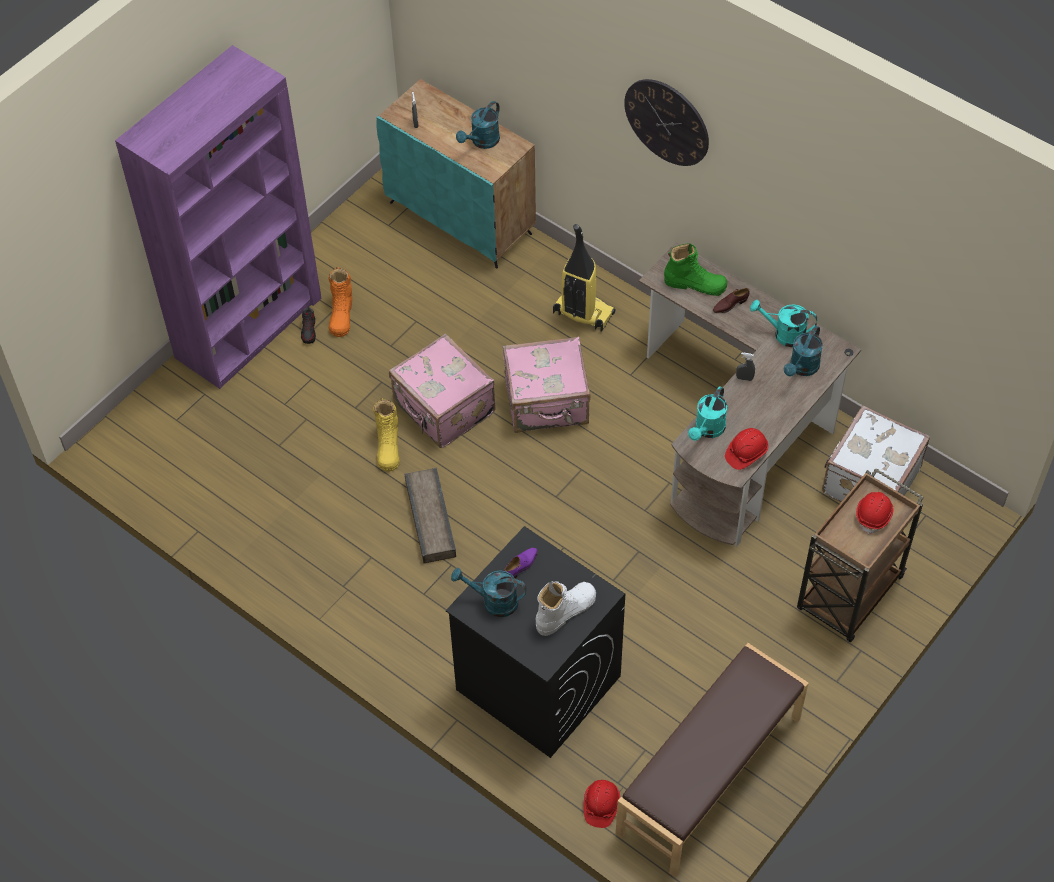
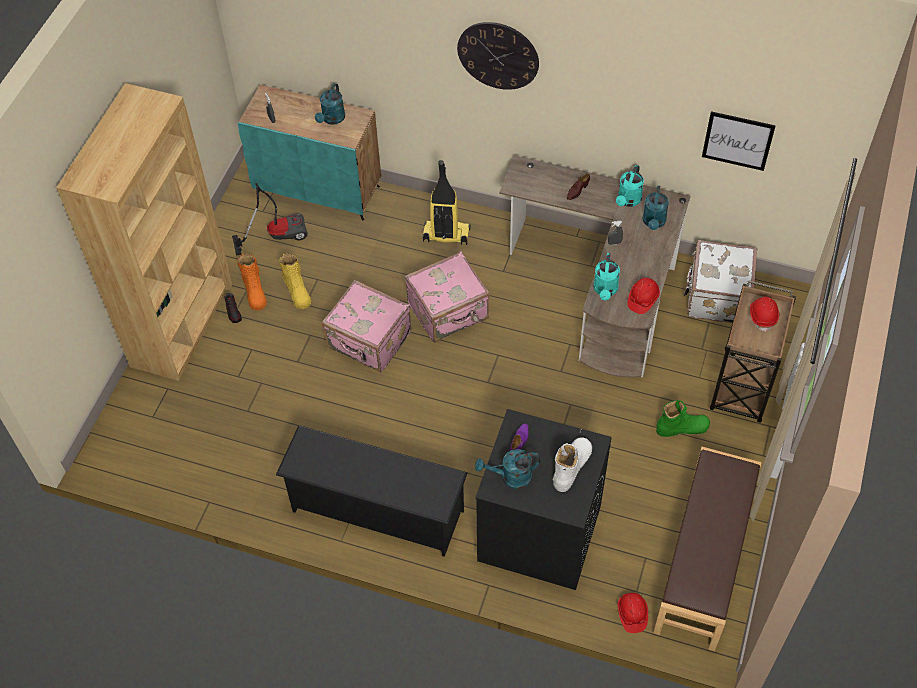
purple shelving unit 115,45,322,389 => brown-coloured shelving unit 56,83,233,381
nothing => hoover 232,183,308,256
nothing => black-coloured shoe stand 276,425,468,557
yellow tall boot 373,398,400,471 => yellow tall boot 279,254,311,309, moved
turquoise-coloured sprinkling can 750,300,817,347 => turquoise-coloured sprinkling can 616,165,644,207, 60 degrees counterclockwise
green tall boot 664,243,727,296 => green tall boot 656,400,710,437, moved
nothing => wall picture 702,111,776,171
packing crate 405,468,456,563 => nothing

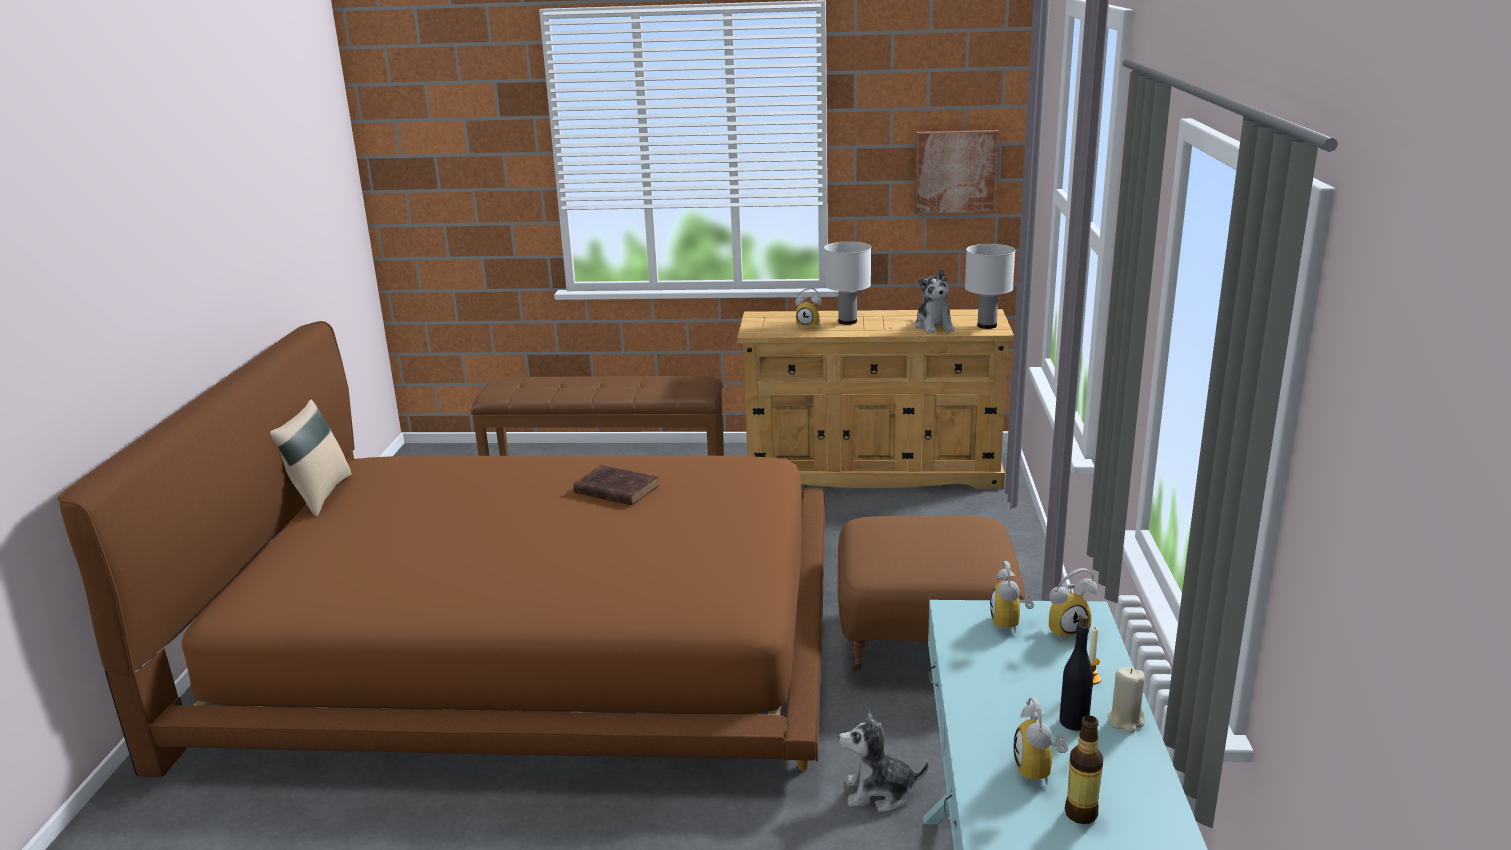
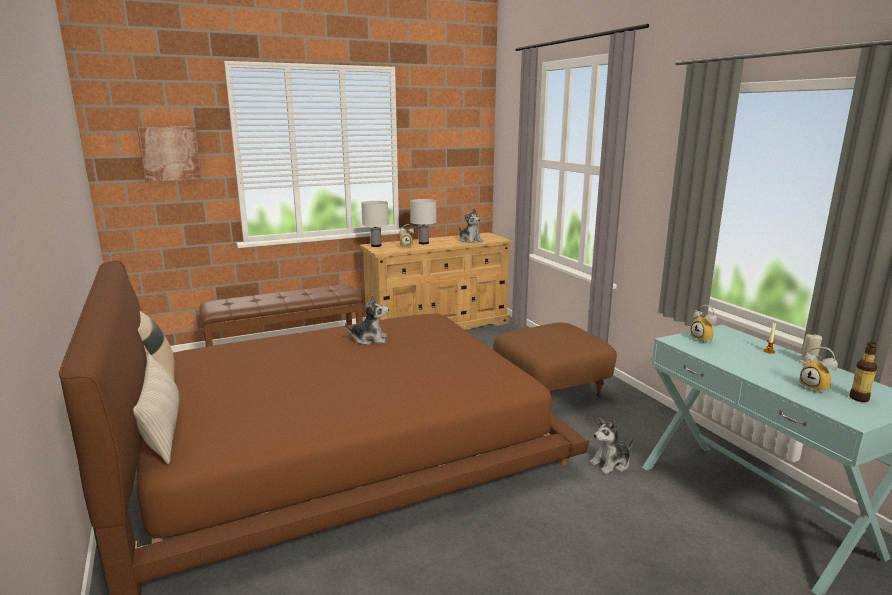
nothing => beige pillow 133,354,179,464
wall picture 914,130,999,214 => wall picture 137,127,202,182, moved
brown-coloured volume 574,465,659,506 => plush toy 345,295,389,345
white-coloured table lamp 965,244,1015,329 => white-coloured table lamp 361,201,389,247, moved
bedside clock 1049,568,1098,640 => nothing
black-coloured bottle 1059,614,1093,731 => nothing

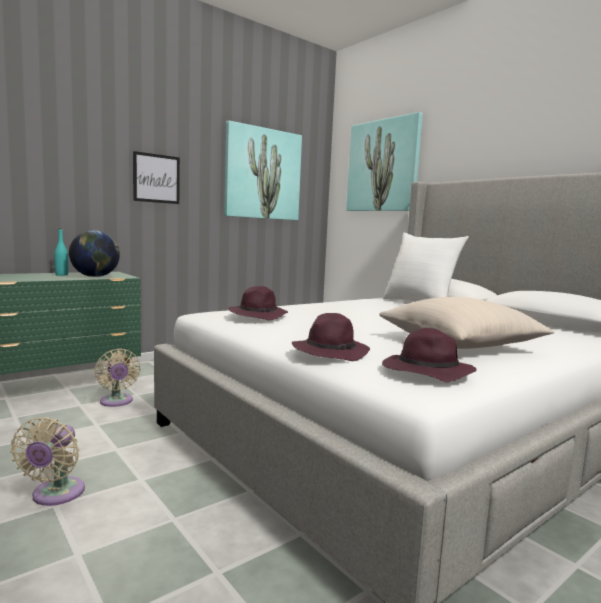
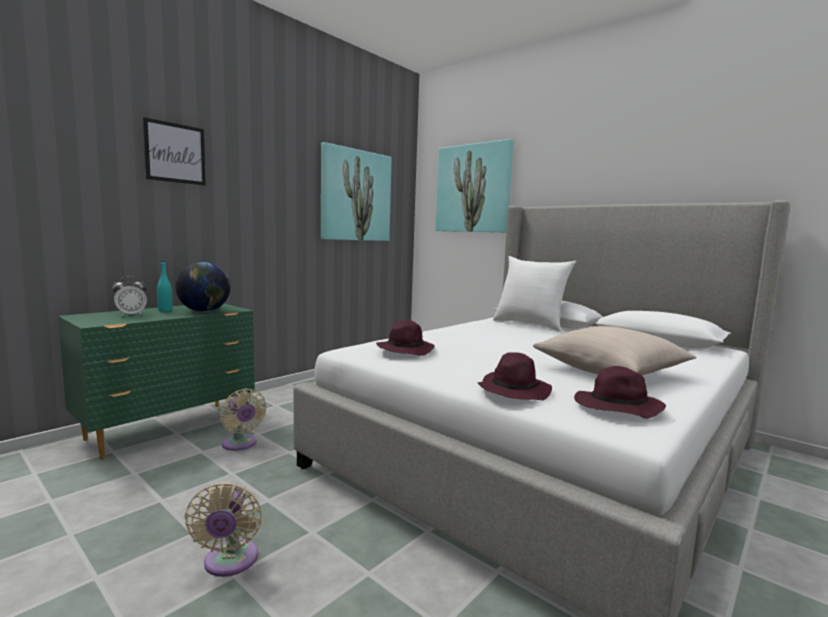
nothing => bedside clock 112,276,147,316
wall picture 133,151,180,204 => wall picture 143,117,206,185, moved

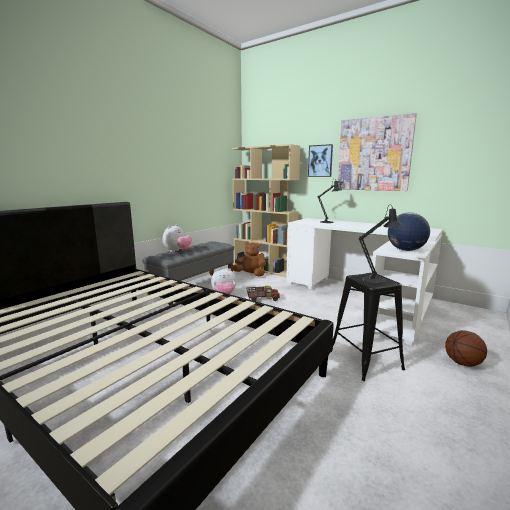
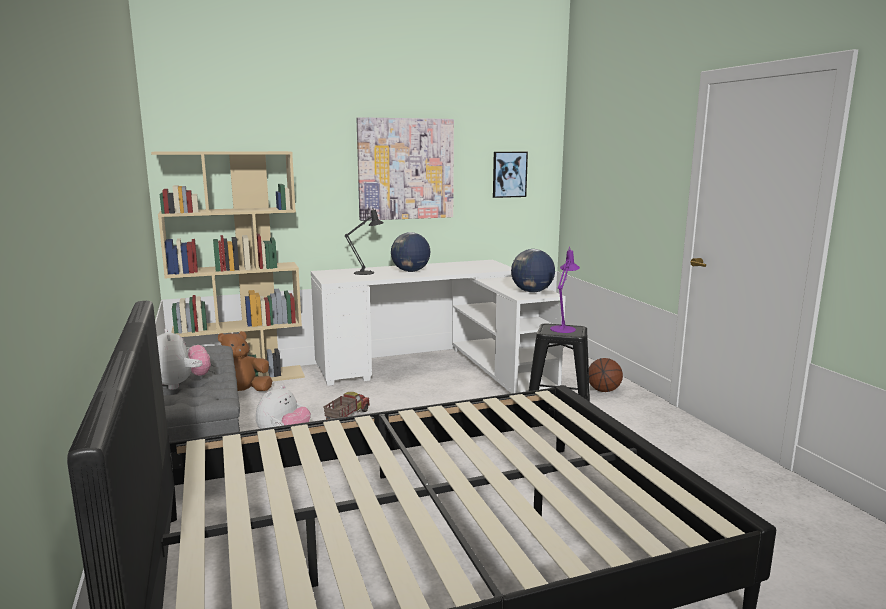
nothing => world globe 391,232,430,272
wall picture 308,144,333,177 => wall picture 493,152,528,198, moved
black-coloured table lamp 359,205,403,283 => purple table lamp 550,249,580,333

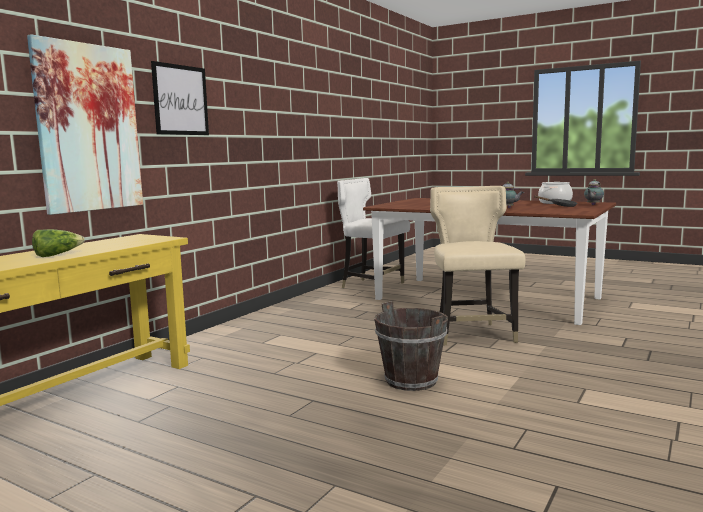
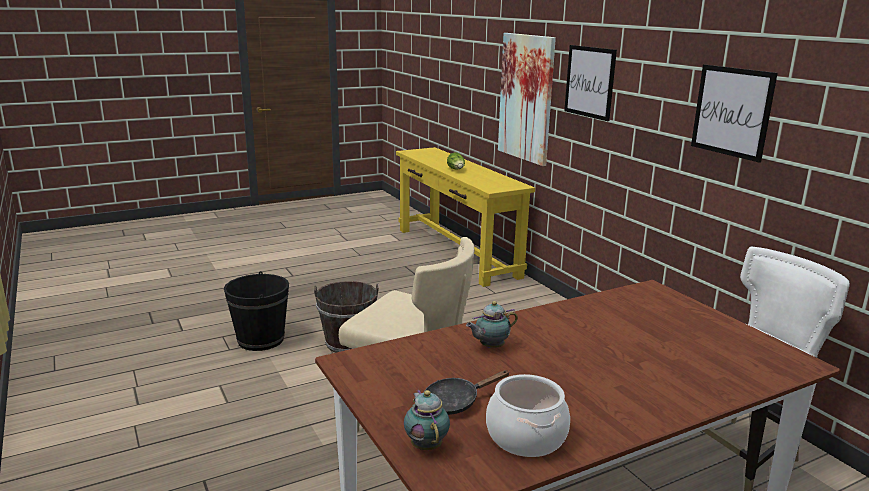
nothing => black-coloured bucket 224,271,289,351
nothing => wall picture 691,64,778,163

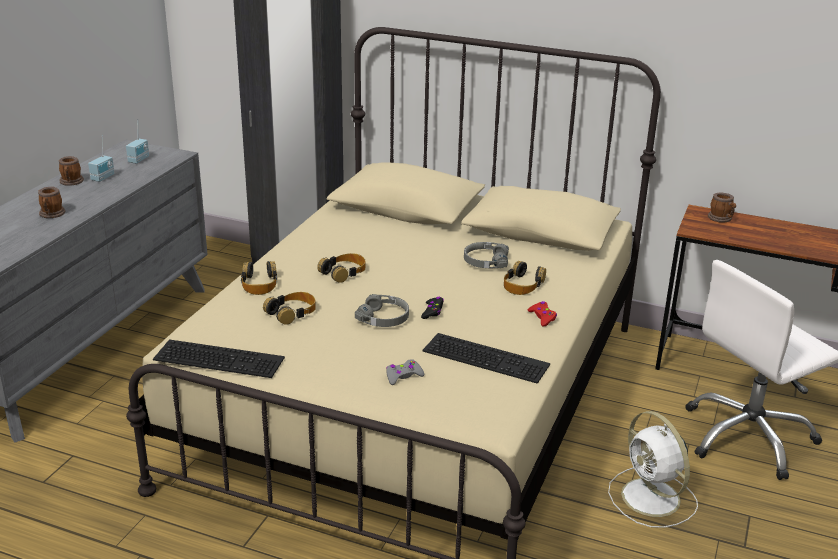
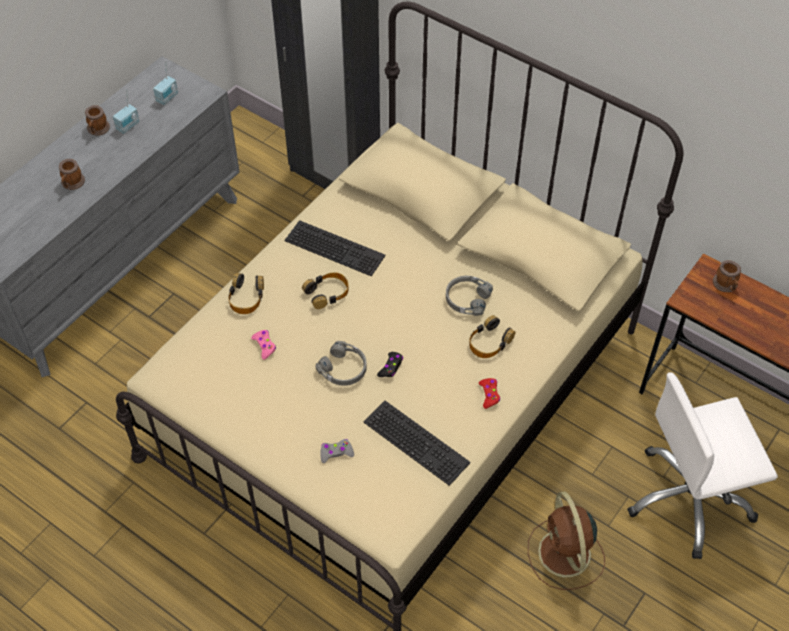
headset 263,292,315,325 => pink-coloured joypad 251,330,276,360
keyboard 153,339,285,378 => keyboard 285,220,385,277, moved
white-coloured fan 608,411,698,528 => brown-coloured fan 528,492,605,590

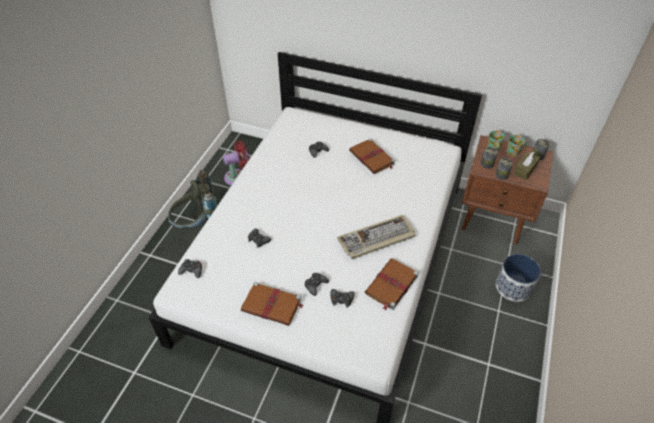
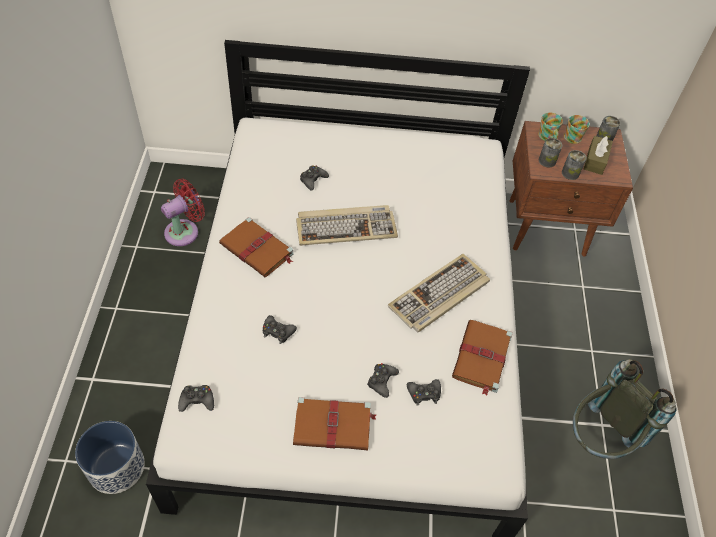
planter 496,254,541,302 => planter 75,421,145,494, moved
brown-coloured volume 349,138,395,174 => brown-coloured volume 219,217,294,277, moved
nothing => keyboard 296,205,398,246
gray rucksack 168,170,218,229 => gray rucksack 573,359,677,459, moved

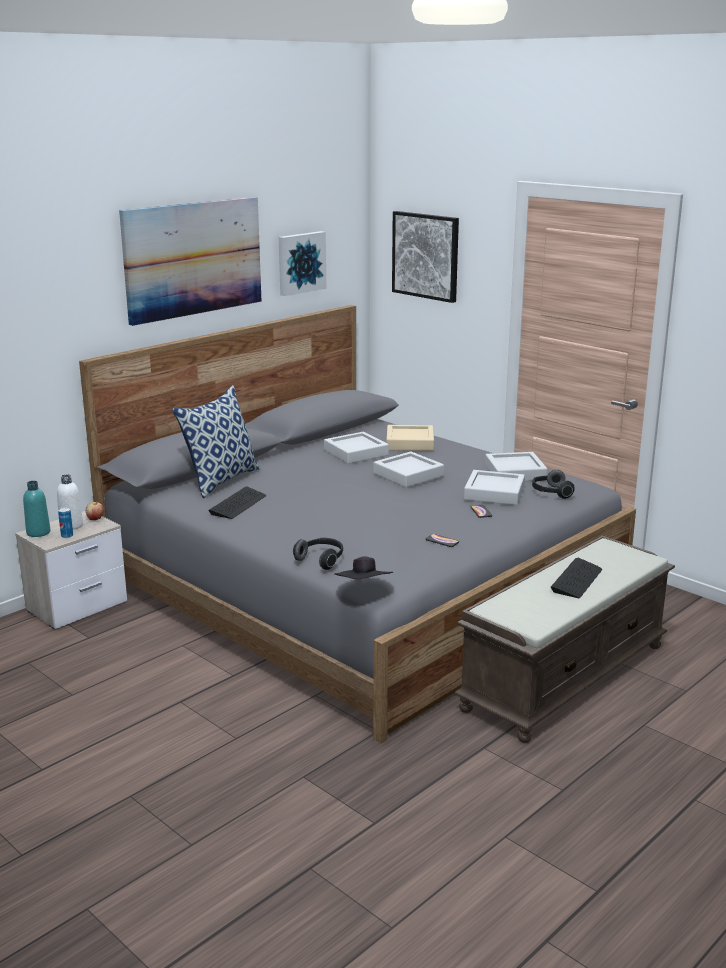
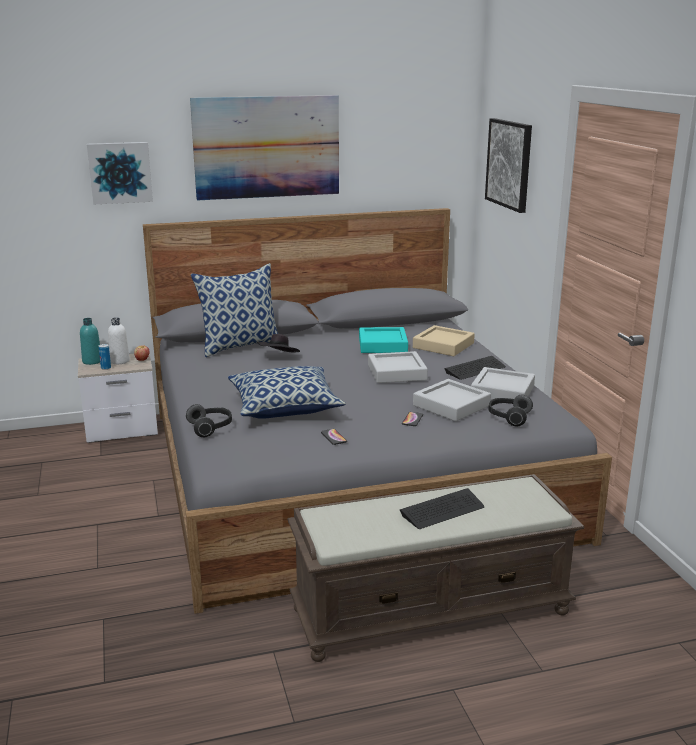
wall picture 279,231,326,296 => wall picture 87,142,153,205, moved
nothing => pillow 228,366,346,419
black-coloured hat 335,557,393,579 => black-coloured hat 257,334,300,353, moved
gray carrying tray 324,432,389,464 => turquoise-coloured carrying tray 359,327,408,353
keyboard 208,486,266,519 => keyboard 444,356,506,380, moved

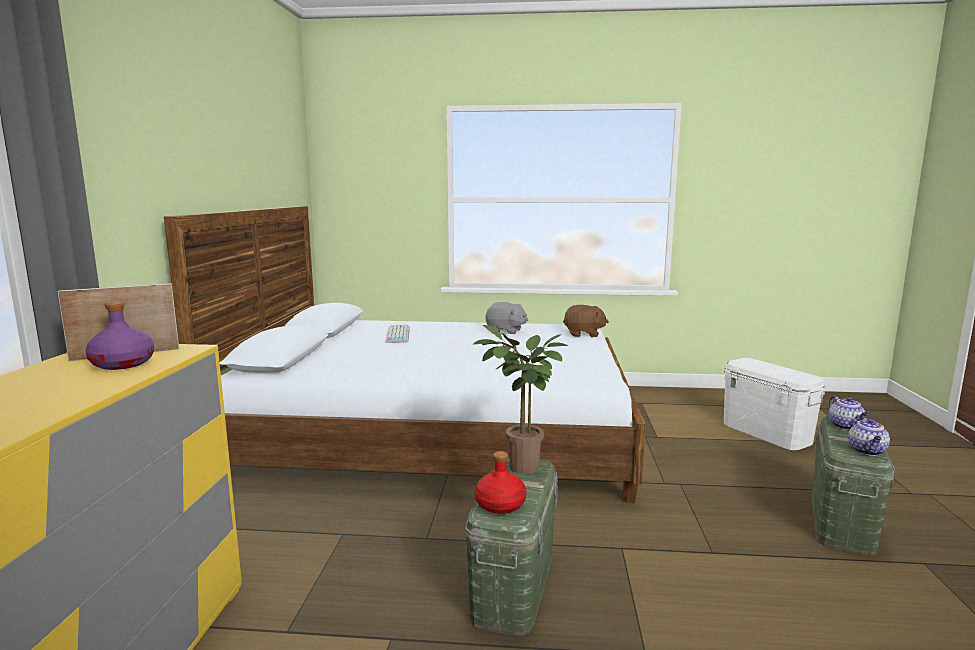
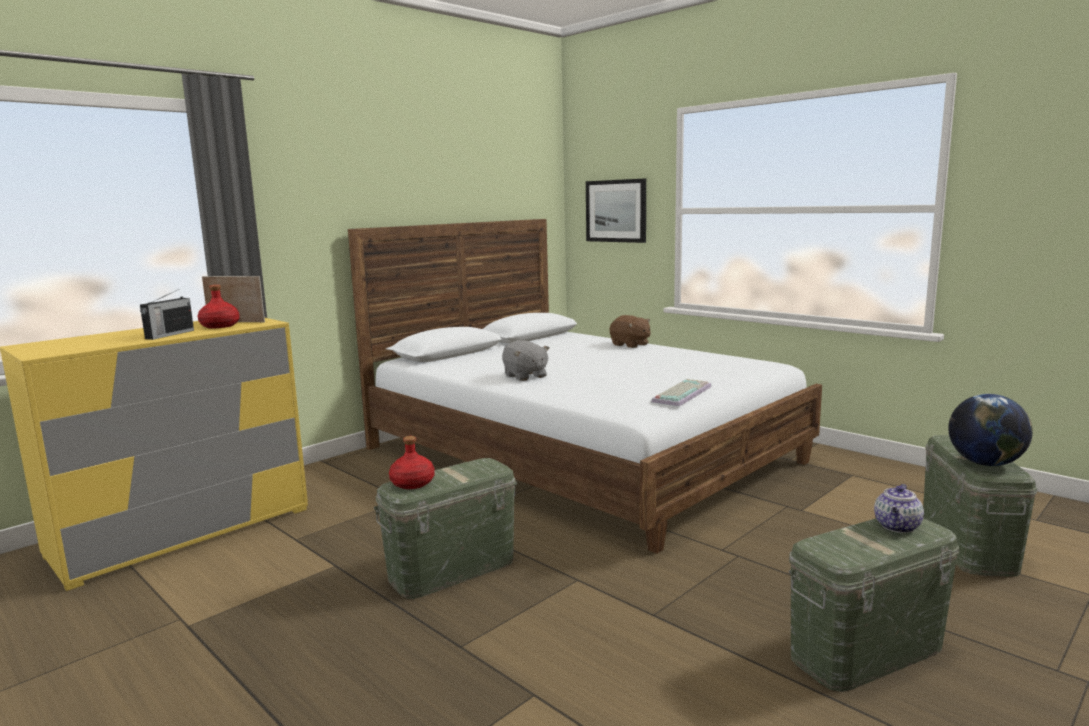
nothing => radio set 140,289,194,340
purple bottle 86,301,154,370 => reddish bottle 198,285,240,328
gray plush toy 486,302,528,334 => gray plush toy 502,340,549,381, moved
nothing => wall picture 586,179,646,243
brown-coloured plush toy 563,305,609,337 => brown-coloured plush toy 610,315,651,348, moved
keyboard 385,324,410,343 => keyboard 651,379,712,406, moved
white-coloured storage container 724,358,825,450 => green storage container 923,435,1037,577
nothing => world globe 948,394,1033,466
houseplant 473,325,569,474 => nothing
tea pot 848,417,890,456 => nothing

